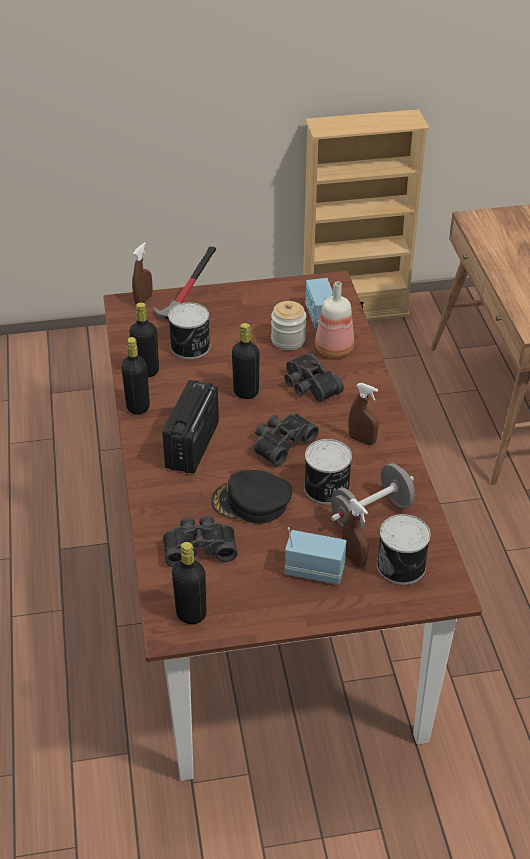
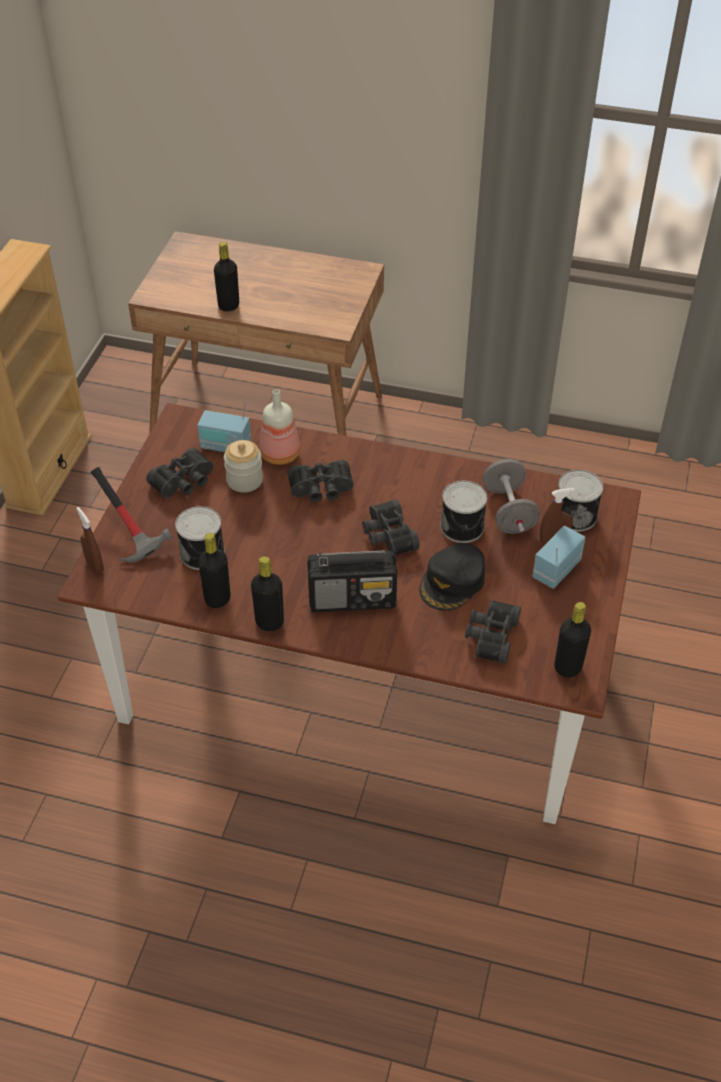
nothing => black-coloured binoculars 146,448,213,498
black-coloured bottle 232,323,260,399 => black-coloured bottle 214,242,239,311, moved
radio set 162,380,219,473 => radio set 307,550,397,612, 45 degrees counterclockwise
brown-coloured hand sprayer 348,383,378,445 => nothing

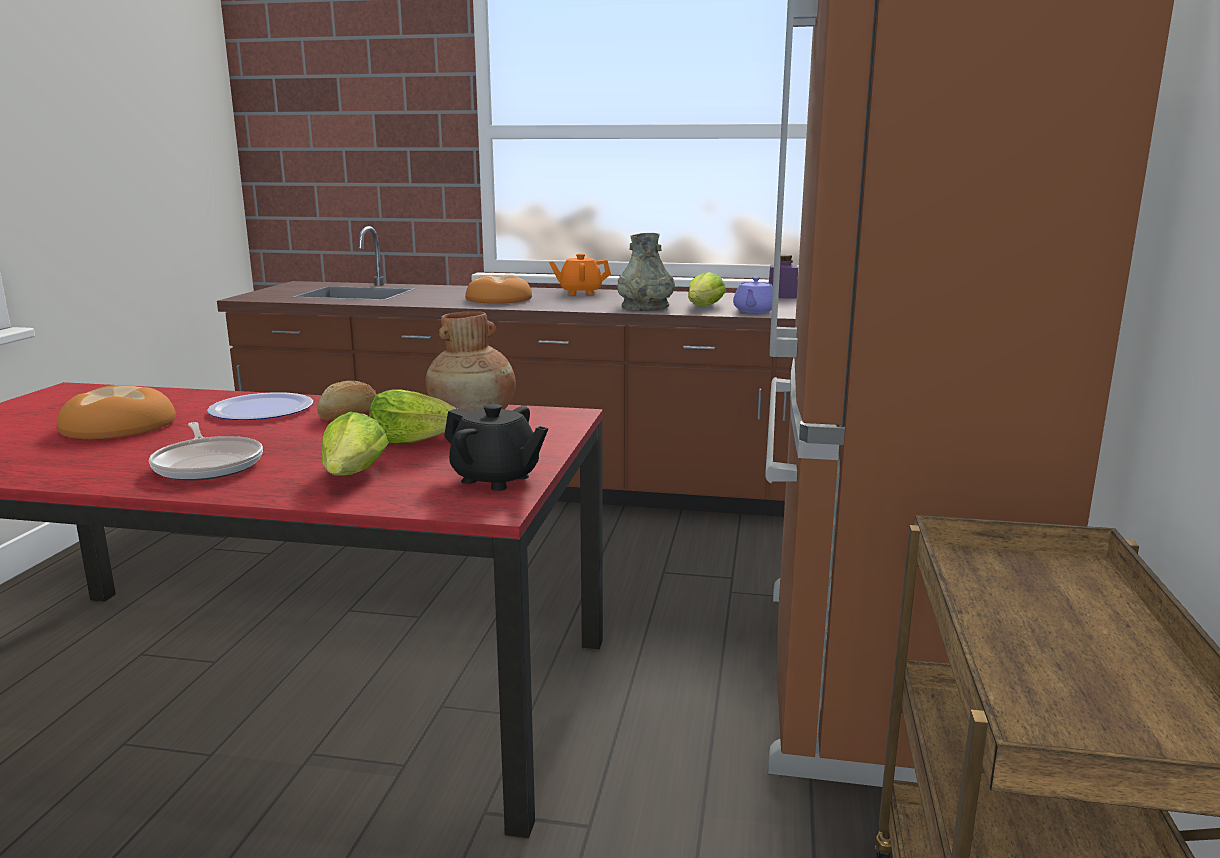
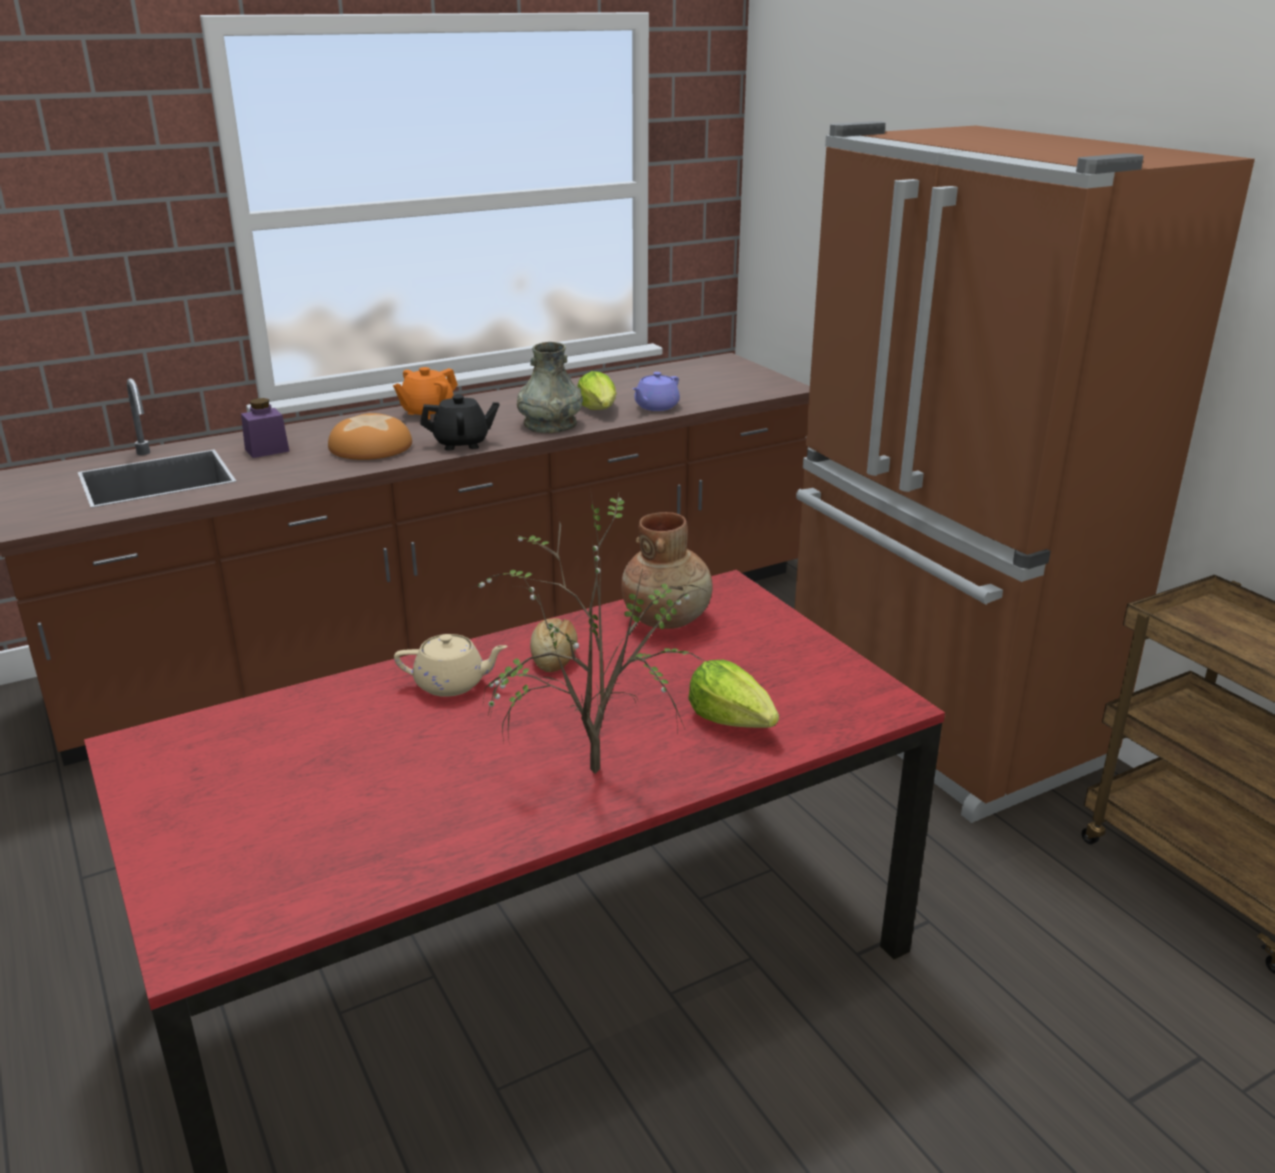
purple jar 769,255,798,299 => purple jar 241,398,289,458, moved
flat dish 207,392,313,420 => beige tea pot 394,634,508,697
black-coloured tea pot 444,404,548,491 => black-coloured tea pot 420,394,500,451, moved
pan 149,422,263,481 => houseplant 471,488,720,774
purple tea pot 733,277,773,313 => purple tea pot 633,372,680,411, 60 degrees clockwise
bread 57,385,176,439 => nothing
head of lettuce 369,389,457,443 => nothing

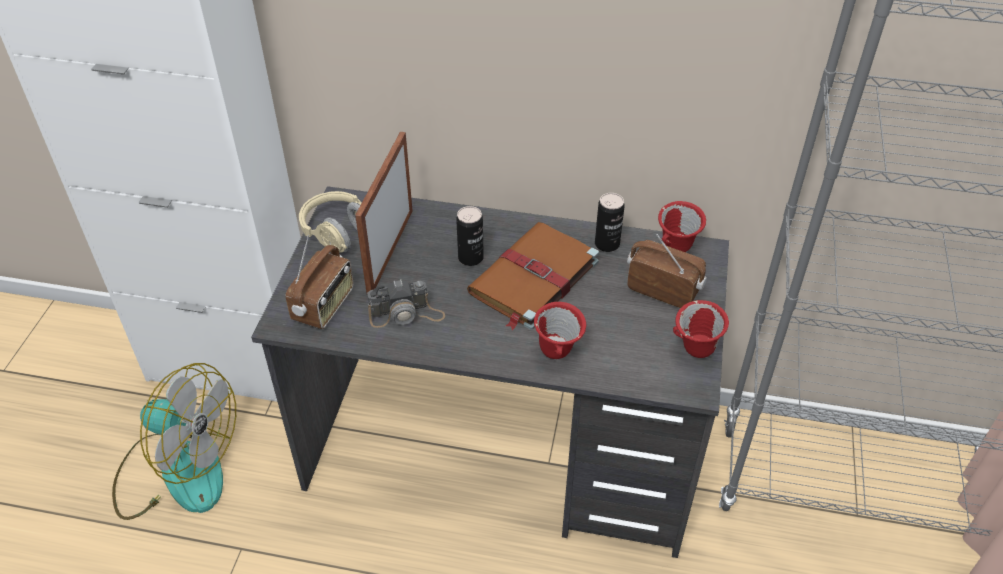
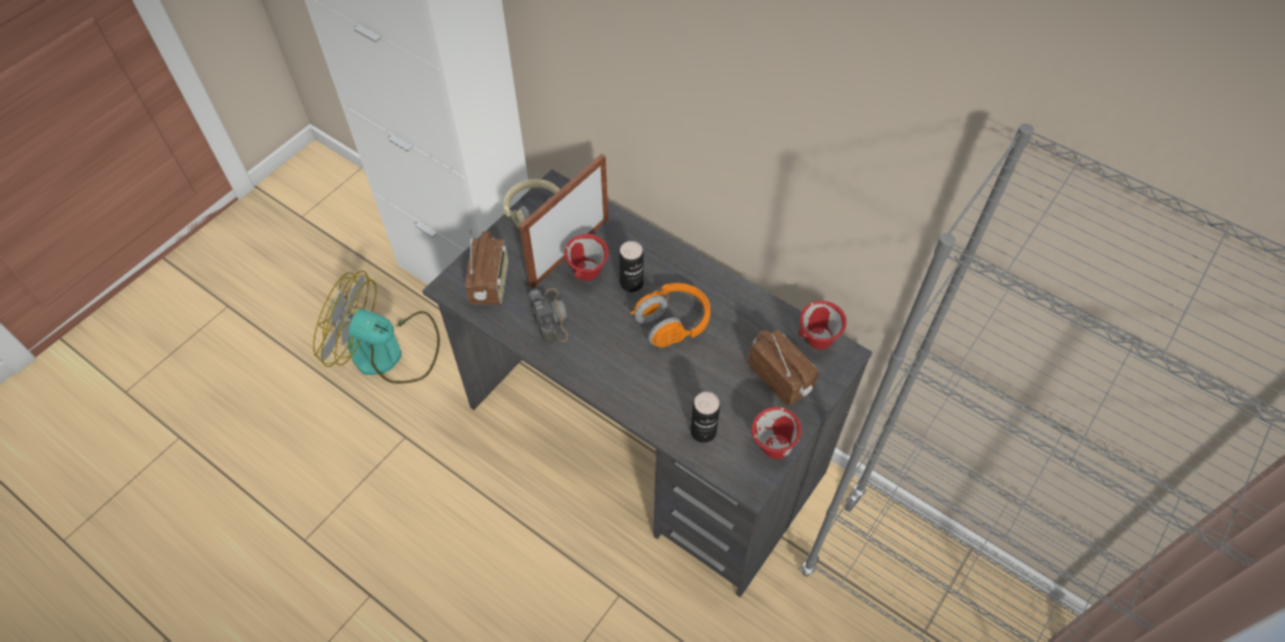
fan 112,363,236,520 => fan 313,271,440,384, 150 degrees clockwise
radio set 285,235,354,329 => radio set 465,229,508,305, 45 degrees counterclockwise
still camera 367,279,445,328 => still camera 529,288,568,345, 120 degrees counterclockwise
reddish coffee mug 534,302,586,359 => reddish coffee mug 564,234,609,281, moved
brown-coloured volume 467,222,599,330 => orange-coloured headset 630,283,710,347
sealed can 595,193,625,252 => sealed can 691,392,720,443, moved

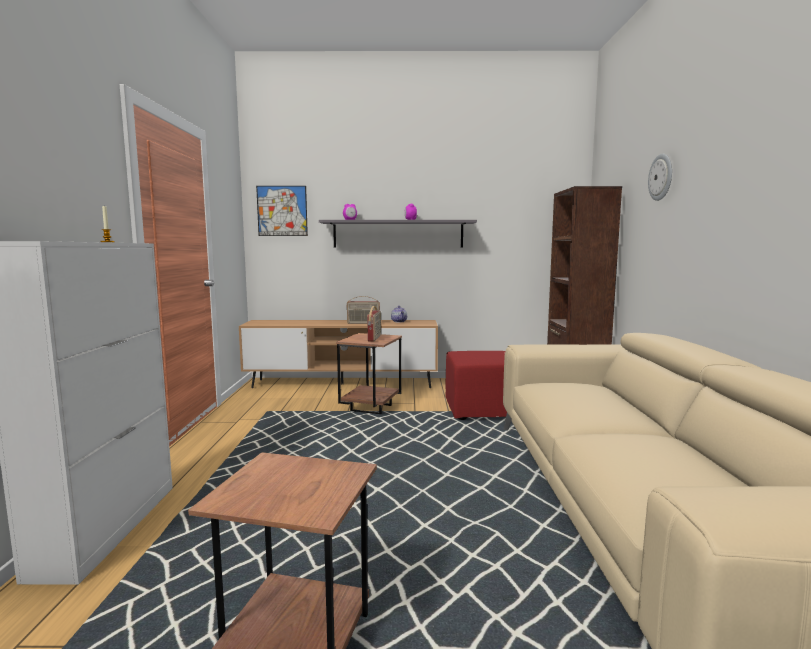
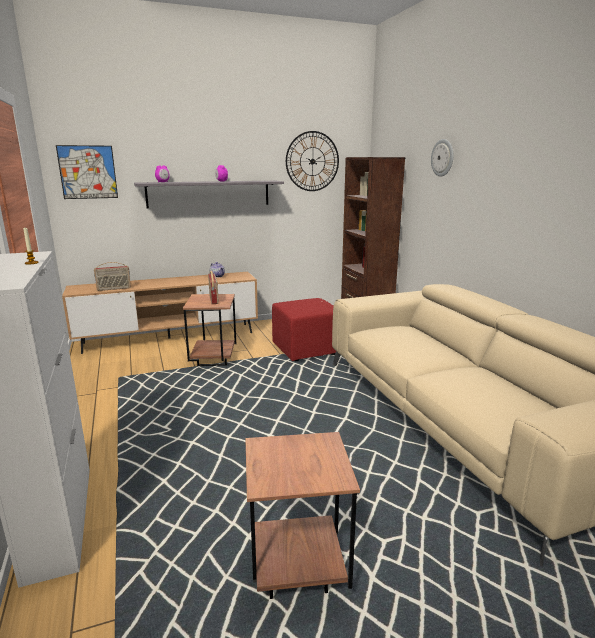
radio set 347,296,380,324 => radio set 94,262,131,291, moved
nothing => clock on the wall 286,131,339,191

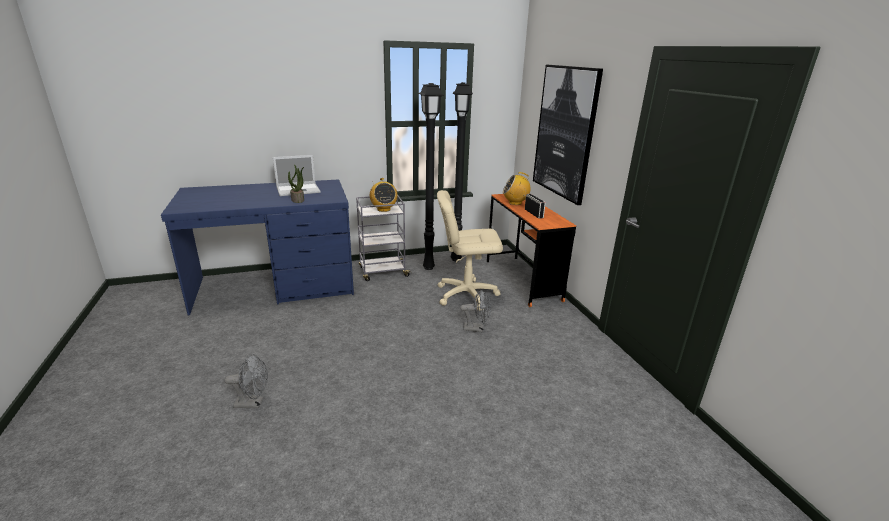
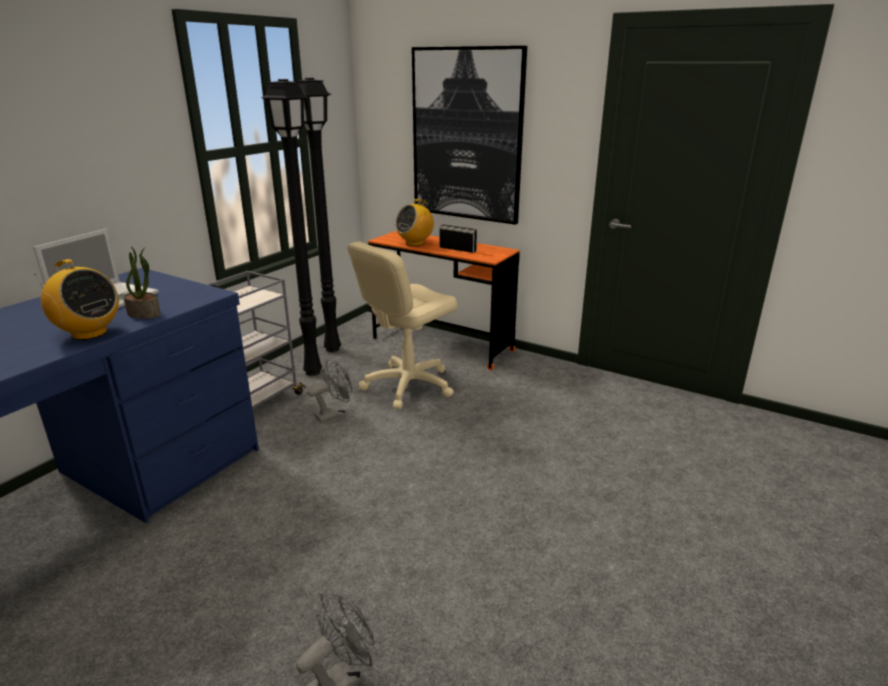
radio set 370,178,397,212 => radio set 34,259,119,340, moved
gray fan 460,290,491,332 => gray fan 308,359,352,423, moved

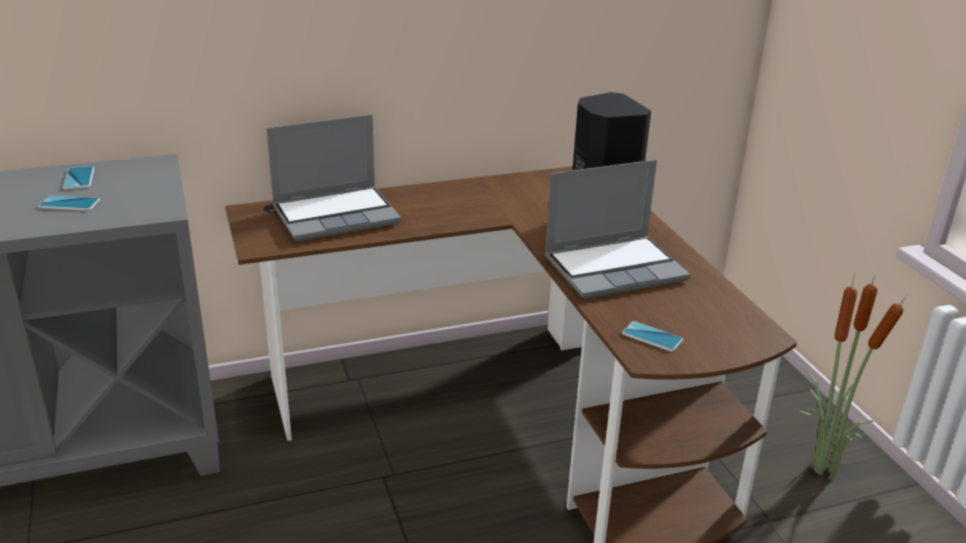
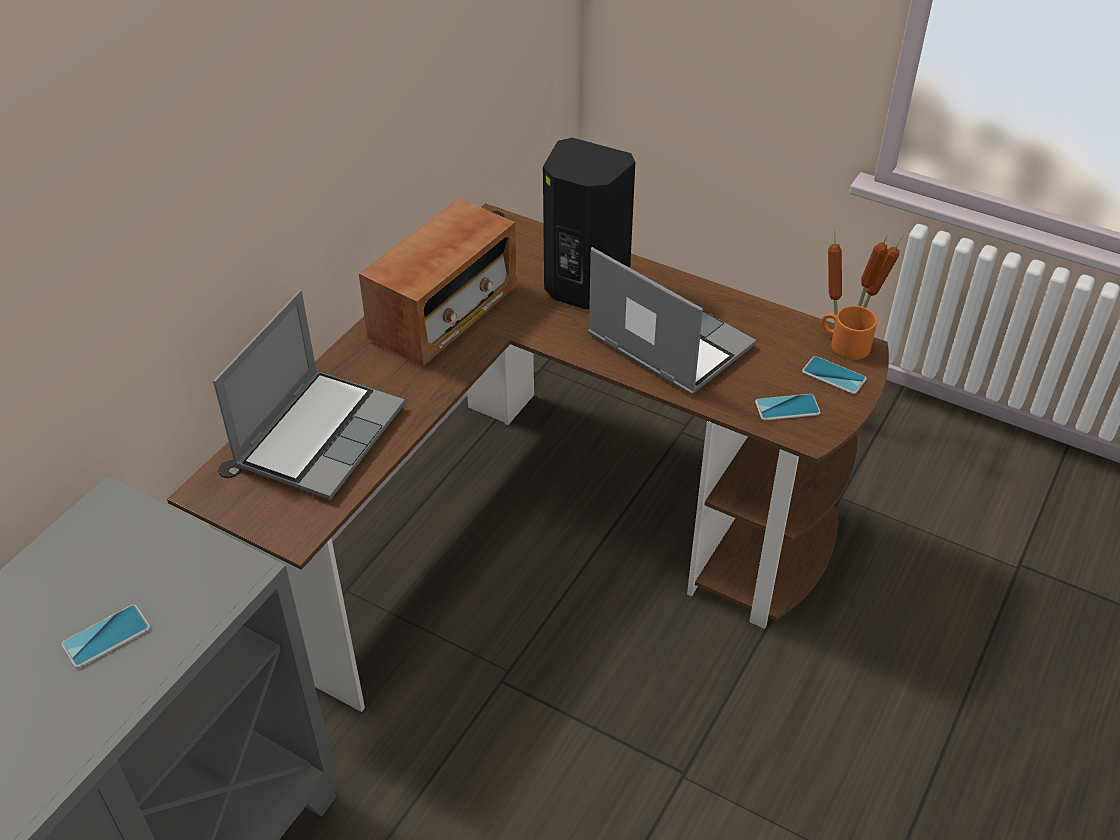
nothing => radio set 359,198,517,366
laptop 544,160,690,299 => laptop 588,247,756,395, 75 degrees counterclockwise
handset 63,166,94,189 => handset 802,356,867,394, moved
nothing => orange-coloured coffee mug 821,306,877,360

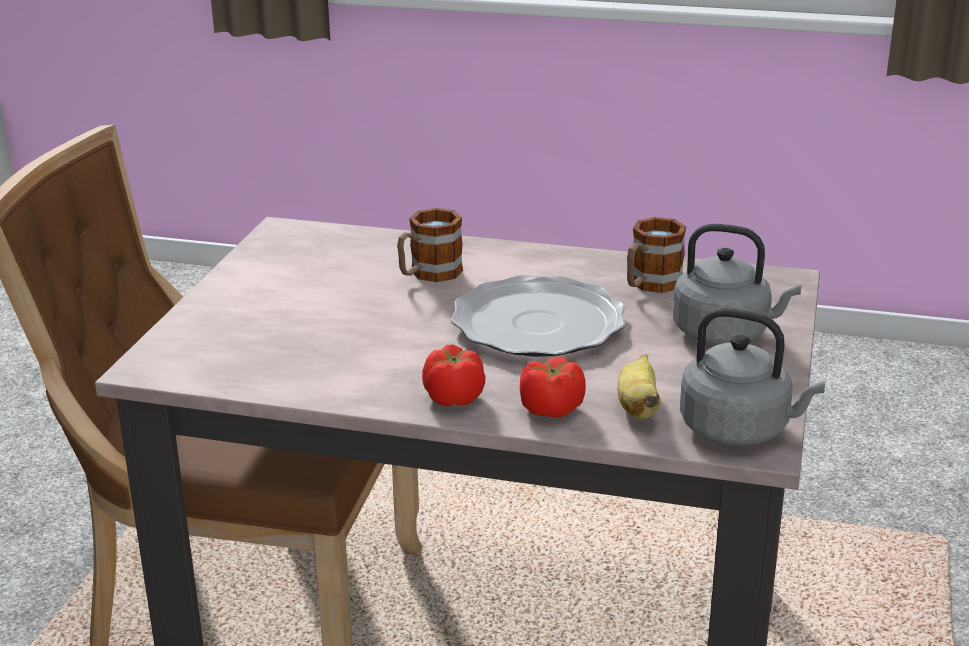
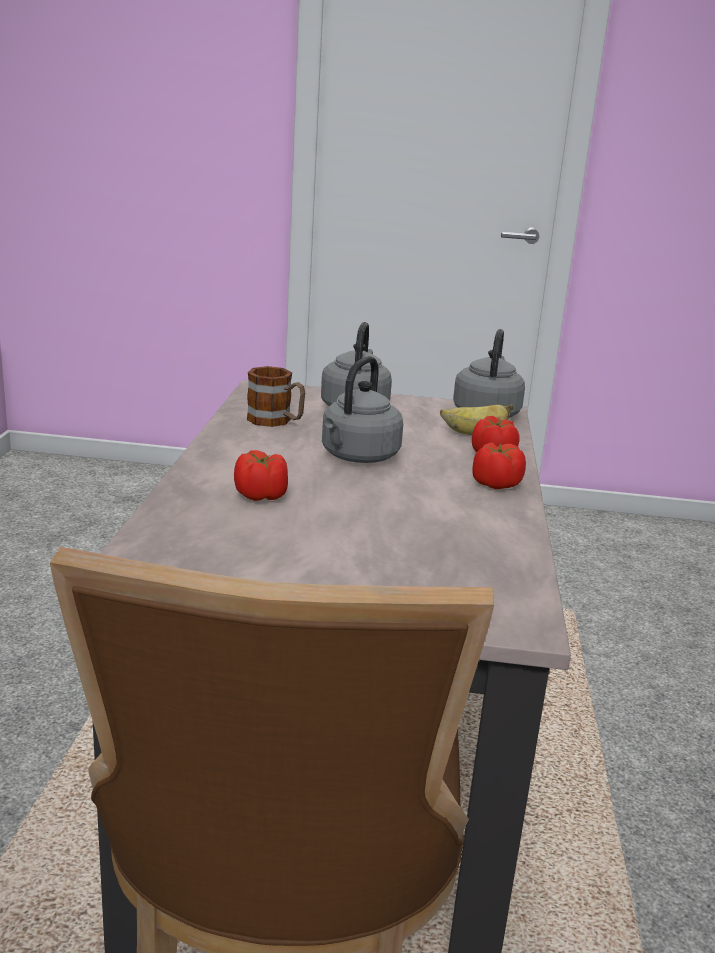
coffee mug 397,208,463,282 => whole tomato 234,450,288,501
flat dish 451,275,625,357 => gray tea kettle 322,356,403,463

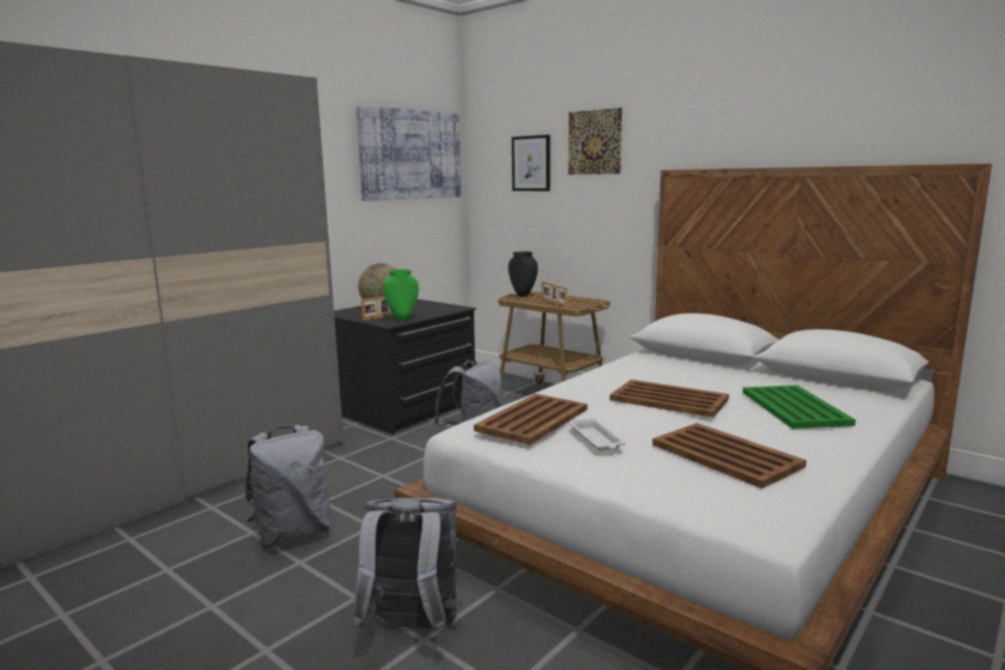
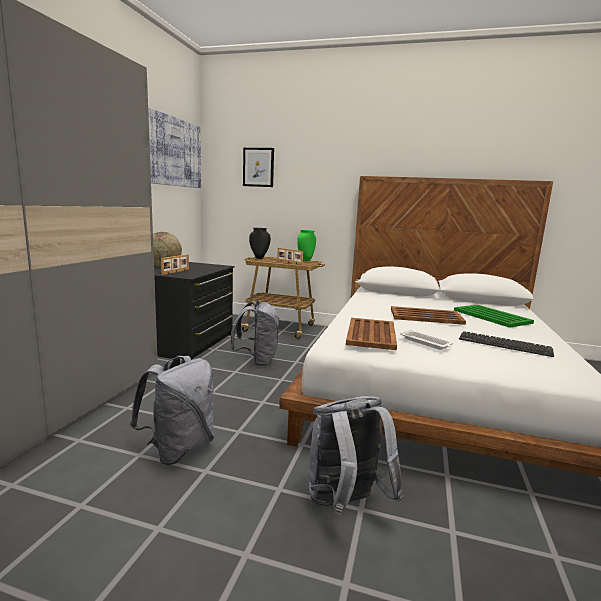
green decorative vase 383,269,419,321 => green decorative vase 297,230,316,261, moved
brown-coloured carrying tray 652,423,806,488 => keyboard 459,331,554,357
wall picture 568,108,622,175 => nothing

